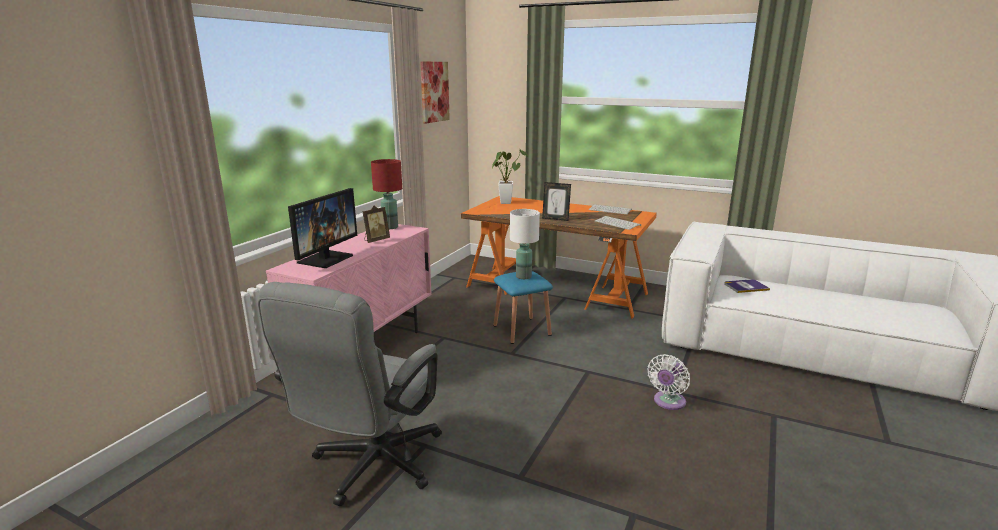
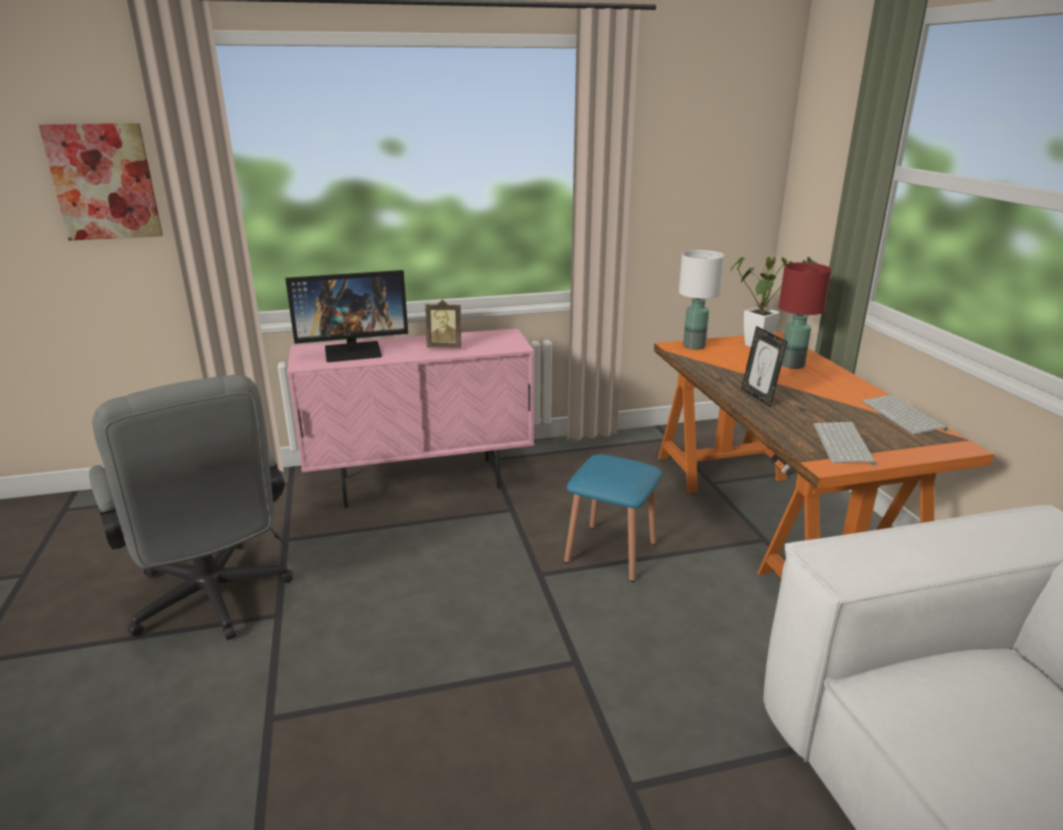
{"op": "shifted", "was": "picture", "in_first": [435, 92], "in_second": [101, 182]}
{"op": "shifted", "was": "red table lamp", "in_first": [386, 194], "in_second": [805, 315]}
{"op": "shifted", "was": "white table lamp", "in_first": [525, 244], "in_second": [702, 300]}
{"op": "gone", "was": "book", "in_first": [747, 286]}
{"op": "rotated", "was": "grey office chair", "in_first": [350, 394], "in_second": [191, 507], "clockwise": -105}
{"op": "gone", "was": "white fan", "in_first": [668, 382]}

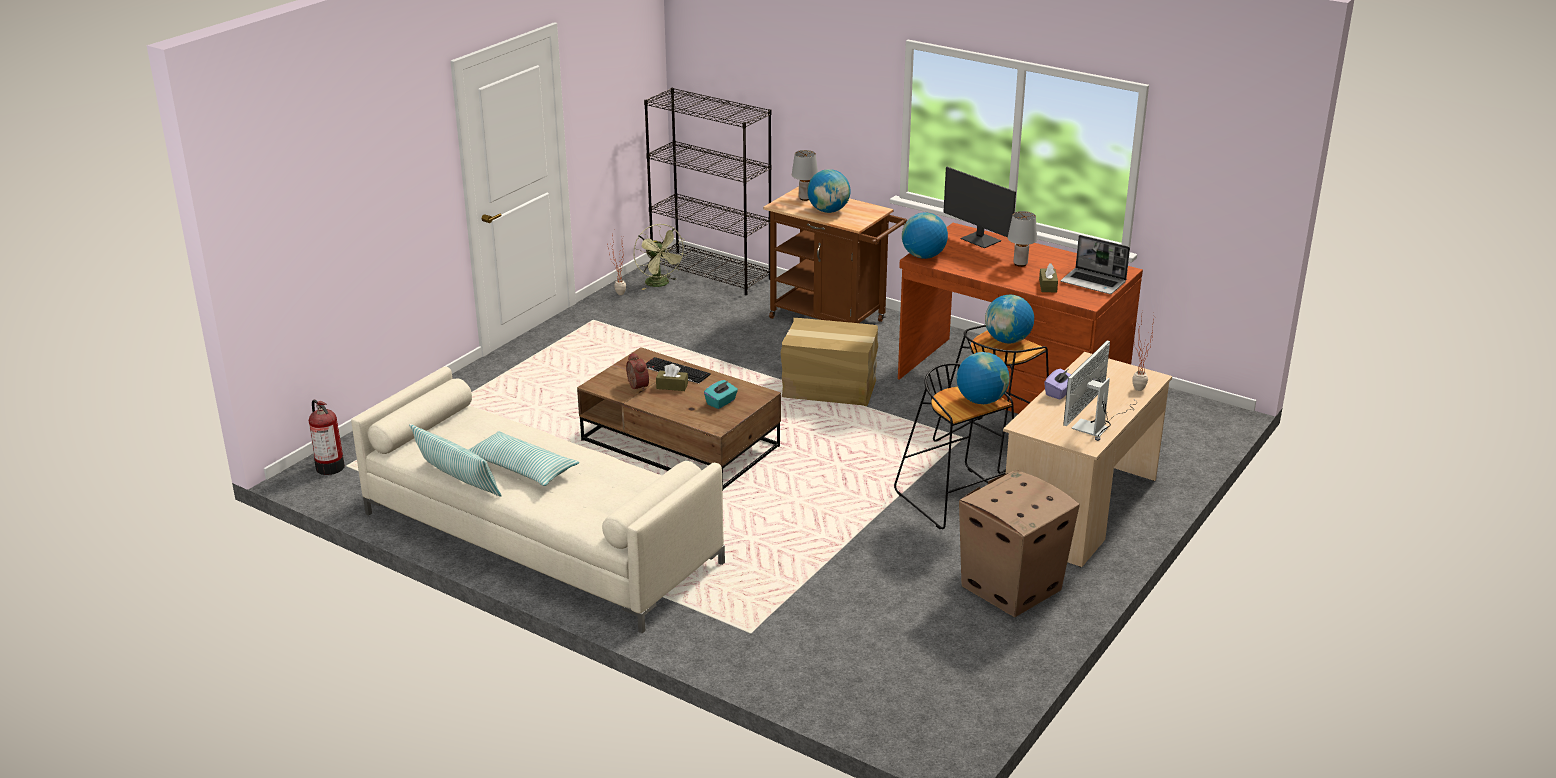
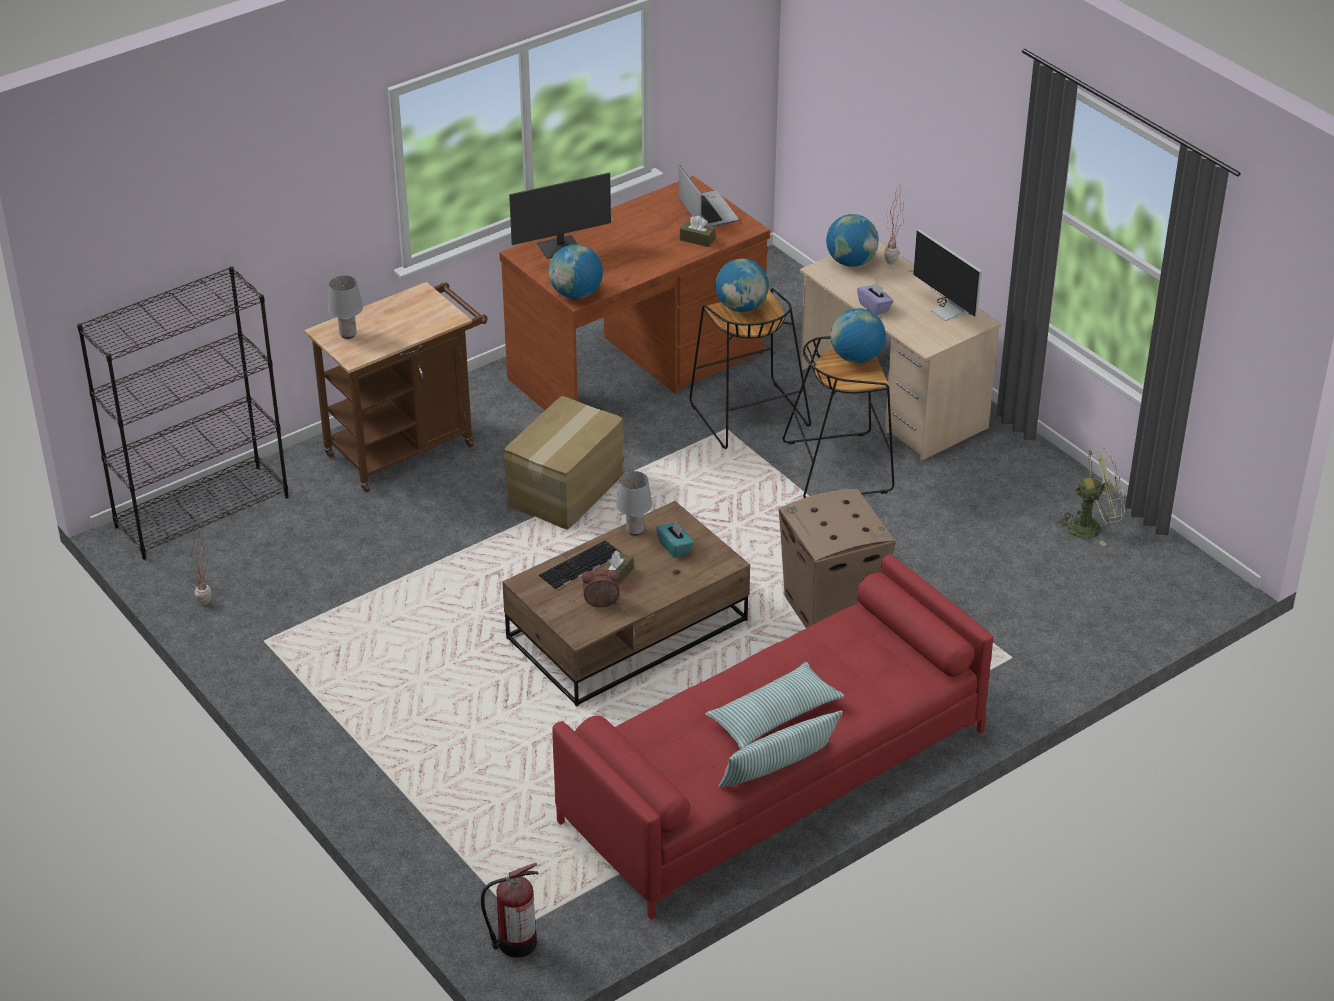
{"op": "shifted", "was": "globe", "in_first": [829, 191], "in_second": [852, 240]}
{"op": "shifted", "was": "grey table lamp", "in_first": [1022, 239], "in_second": [634, 503]}
{"op": "shifted", "was": "green fan", "in_first": [660, 257], "in_second": [1090, 497]}
{"op": "rotated", "was": "laptop", "in_first": [1095, 264], "in_second": [709, 196], "clockwise": -75}
{"op": "repainted", "was": "beige sofa", "now": "red sofa", "in_first": [538, 500], "in_second": [772, 737]}
{"op": "shifted", "was": "cardboard box", "in_first": [1019, 543], "in_second": [837, 558]}

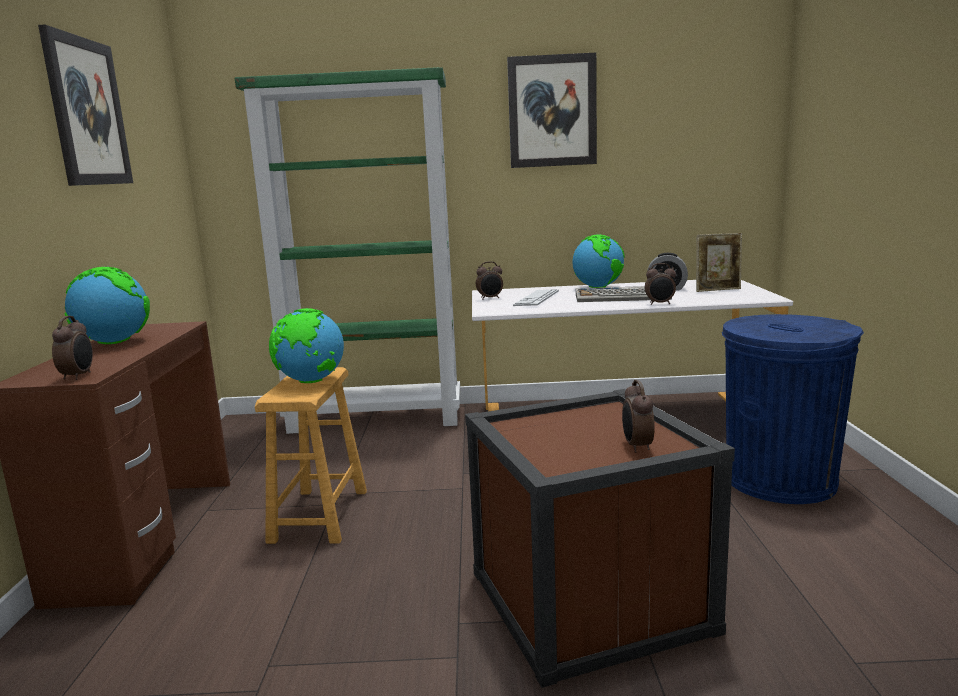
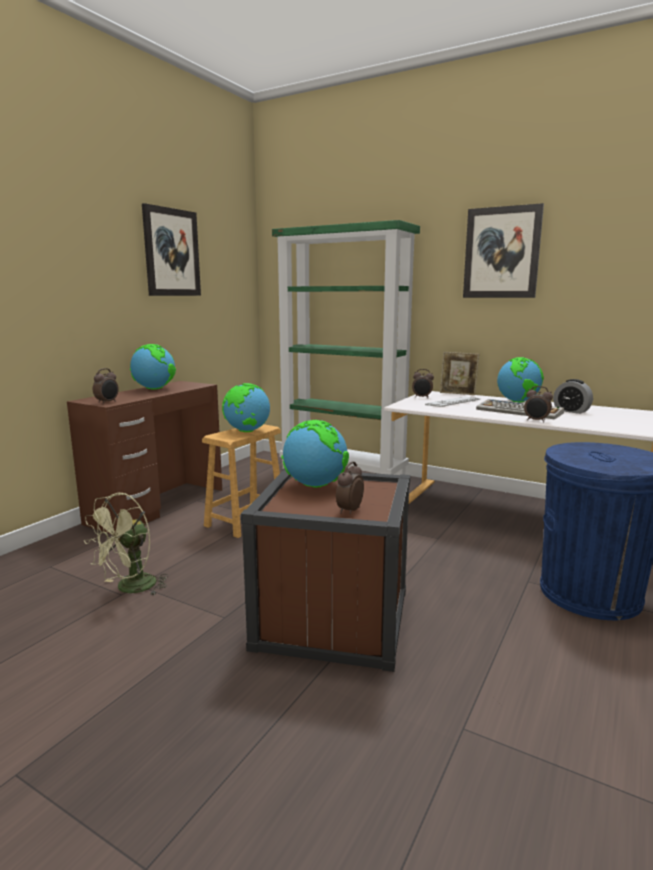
{"op": "shifted", "was": "picture frame", "in_first": [719, 262], "in_second": [459, 373]}
{"op": "new", "now": "globe", "in_second": [315, 454]}
{"op": "new", "now": "green fan", "in_second": [126, 544]}

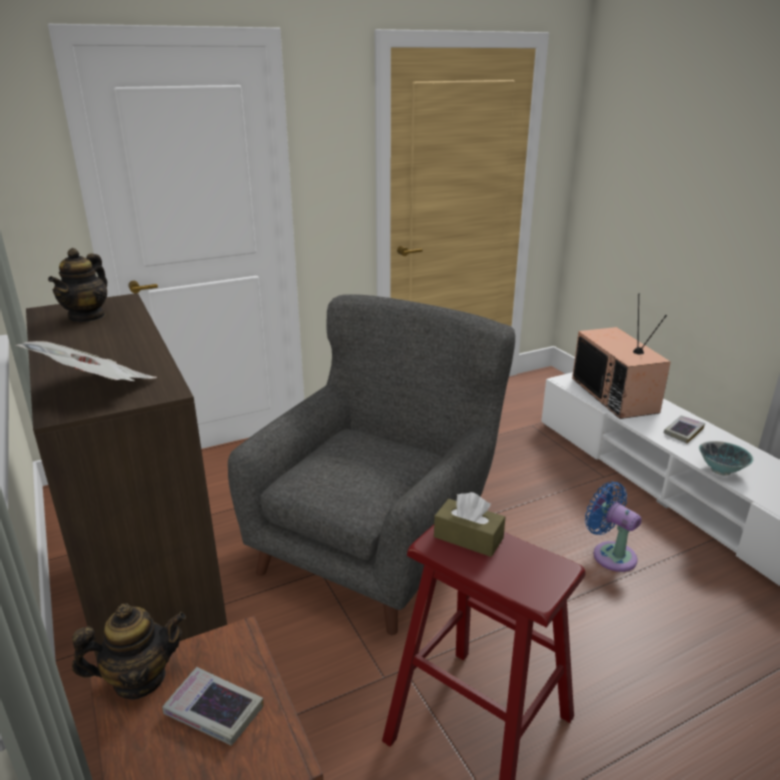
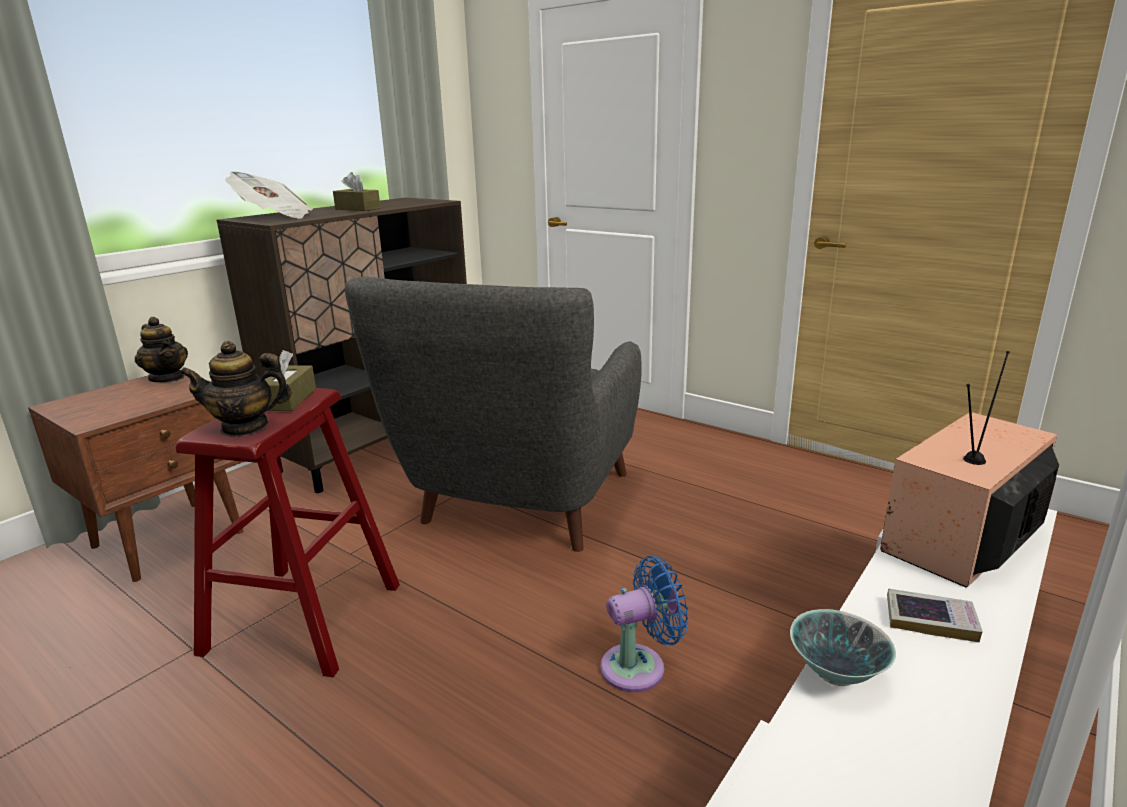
{"op": "shifted", "was": "teapot", "in_first": [77, 285], "in_second": [235, 389]}
{"op": "rotated", "was": "grey armchair", "in_first": [371, 464], "in_second": [493, 414], "clockwise": 105}
{"op": "rotated", "was": "blue fan", "in_first": [613, 527], "in_second": [644, 624], "clockwise": 45}
{"op": "gone", "was": "book", "in_first": [213, 706]}
{"op": "new", "now": "brown tissue box", "in_second": [356, 191]}

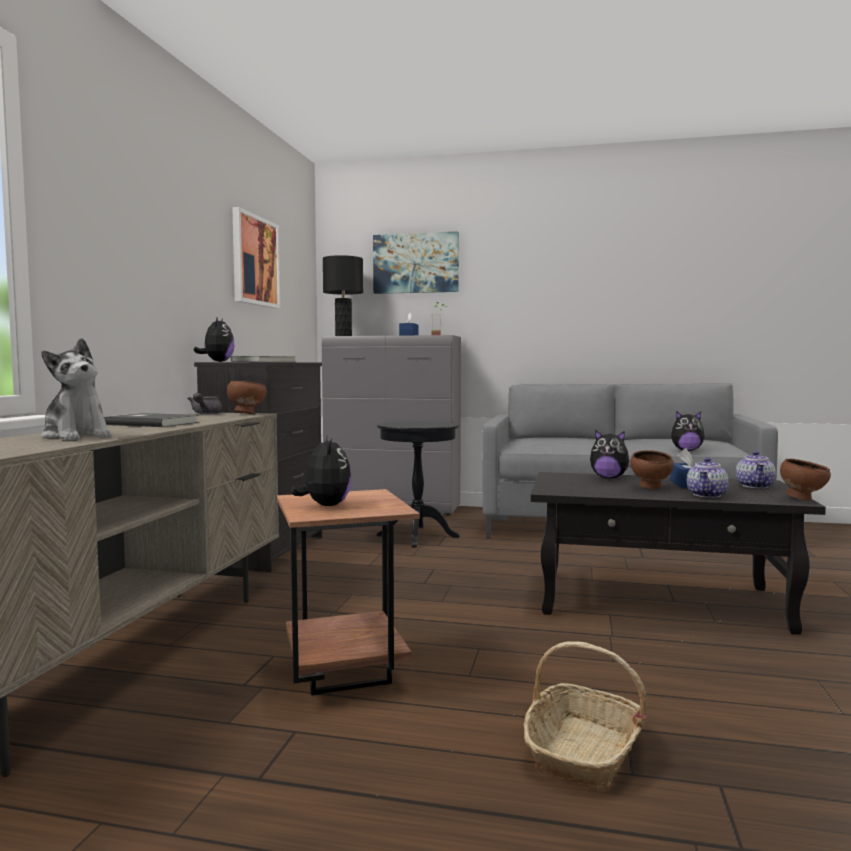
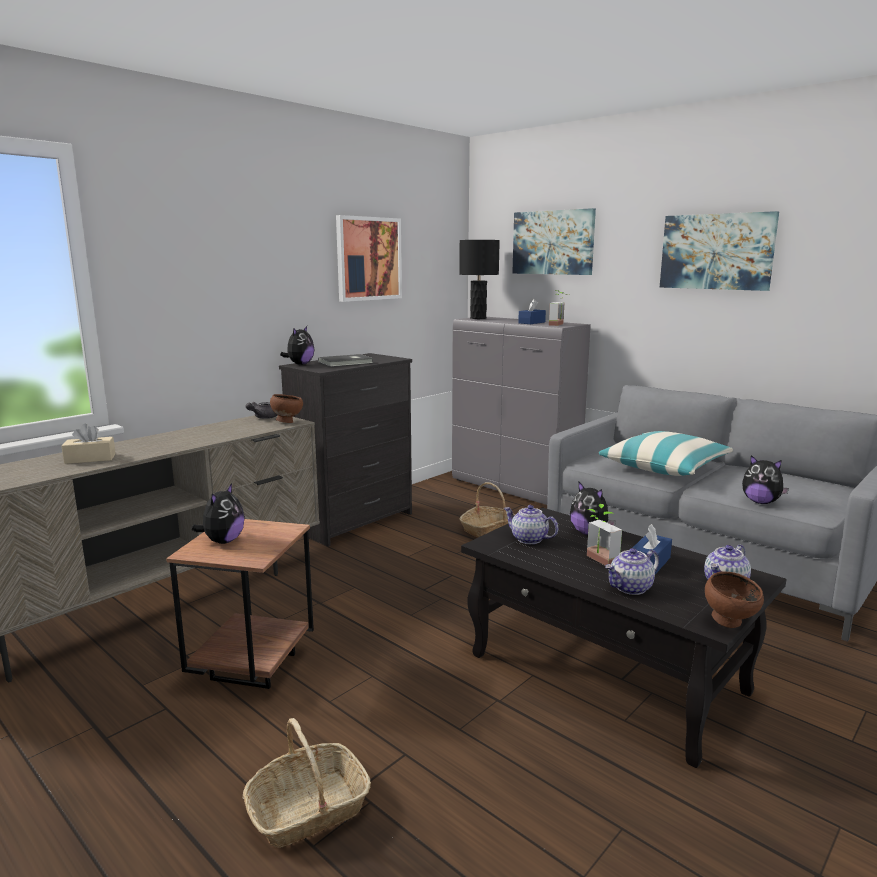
{"op": "swapped", "was": "plush toy", "now": "beige tissue box", "in_first": [76, 389], "in_second": [88, 444]}
{"op": "gone", "was": "grey book", "in_first": [151, 420]}
{"op": "swapped", "was": "black side table", "now": "basket", "in_first": [418, 484], "in_second": [488, 510]}
{"op": "swapped", "was": "brown bowl", "now": "potted plant", "in_first": [652, 469], "in_second": [604, 535]}
{"op": "new", "now": "picture", "in_second": [719, 251]}
{"op": "new", "now": "pillow", "in_second": [666, 453]}
{"op": "new", "now": "teapot", "in_second": [531, 524]}

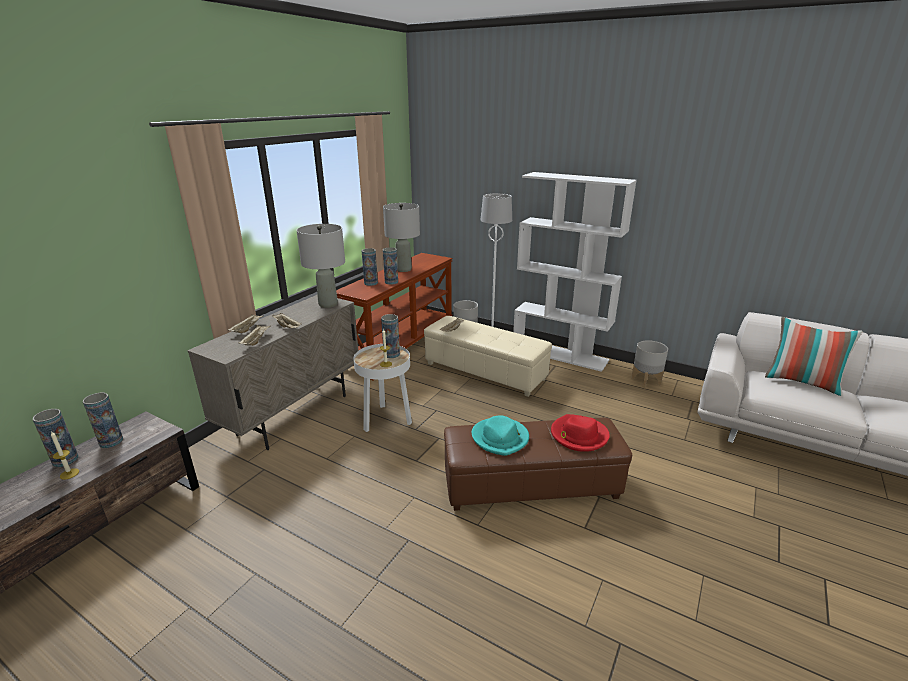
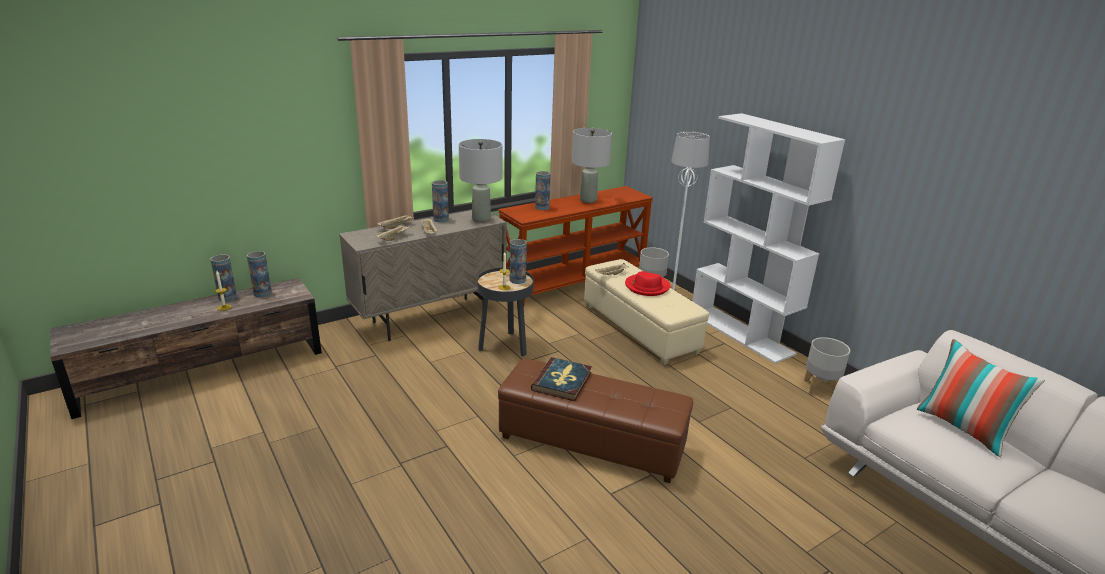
{"op": "shifted", "was": "vase", "in_first": [390, 266], "in_second": [440, 201]}
{"op": "repainted", "was": "white side table", "now": "black side table", "in_first": [382, 388], "in_second": [505, 312]}
{"op": "shifted", "was": "red hat", "in_first": [580, 433], "in_second": [648, 283]}
{"op": "swapped", "was": "turquoise hat", "now": "book", "in_first": [500, 436], "in_second": [561, 379]}

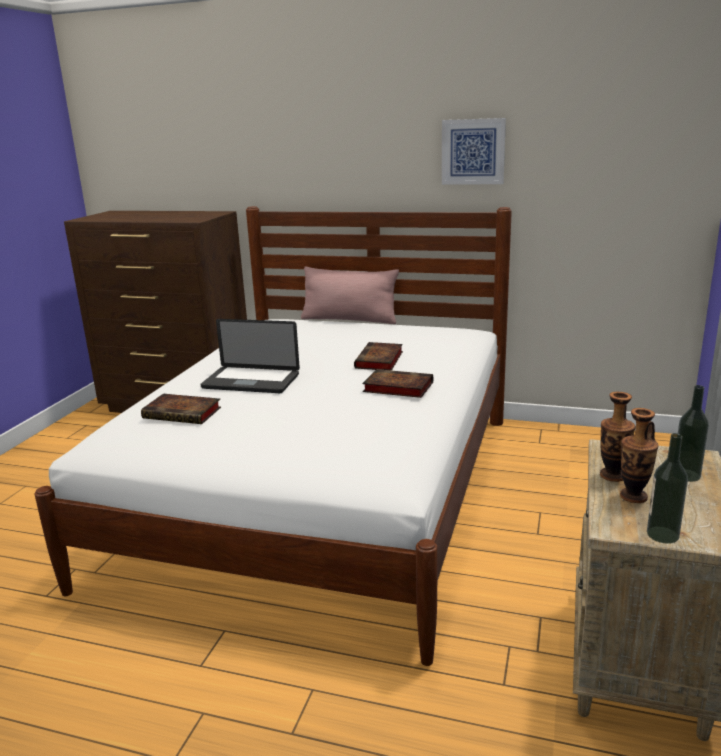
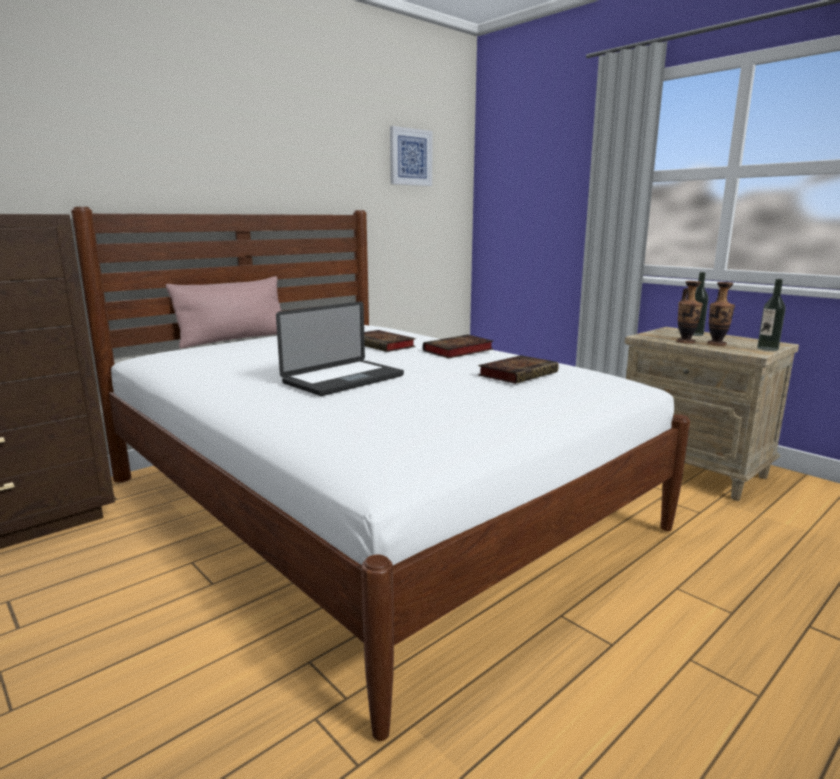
{"op": "shifted", "was": "picture", "in_first": [474, 151], "in_second": [411, 156]}
{"op": "shifted", "was": "book", "in_first": [181, 408], "in_second": [518, 369]}

